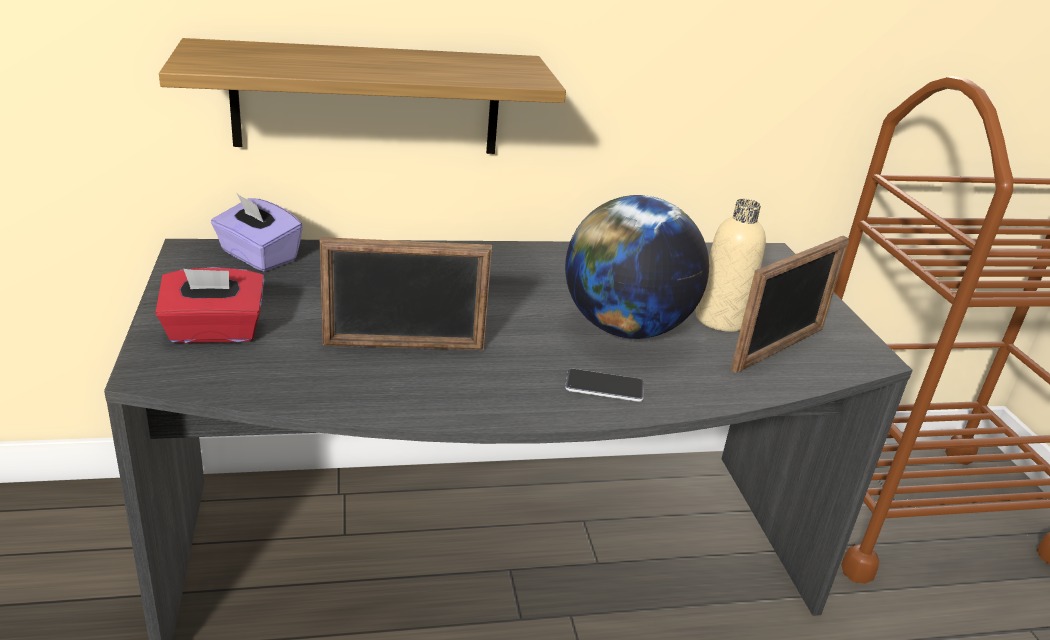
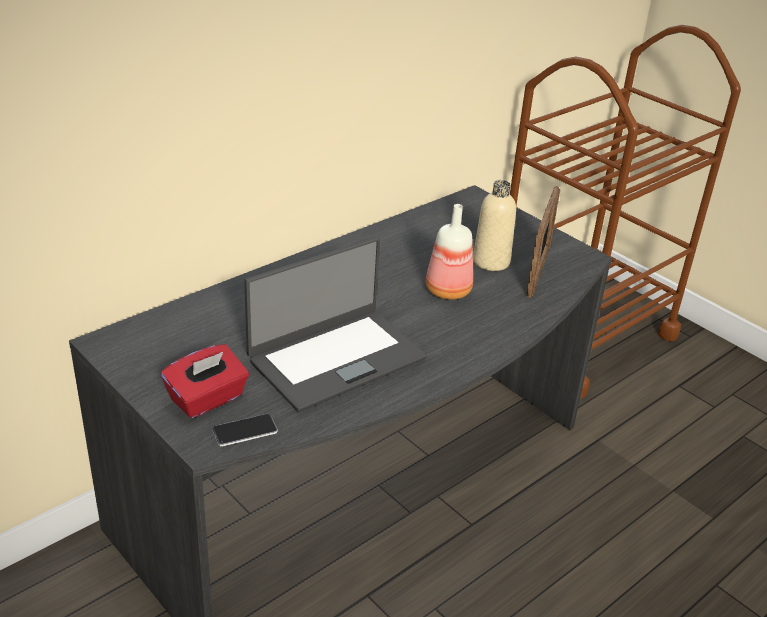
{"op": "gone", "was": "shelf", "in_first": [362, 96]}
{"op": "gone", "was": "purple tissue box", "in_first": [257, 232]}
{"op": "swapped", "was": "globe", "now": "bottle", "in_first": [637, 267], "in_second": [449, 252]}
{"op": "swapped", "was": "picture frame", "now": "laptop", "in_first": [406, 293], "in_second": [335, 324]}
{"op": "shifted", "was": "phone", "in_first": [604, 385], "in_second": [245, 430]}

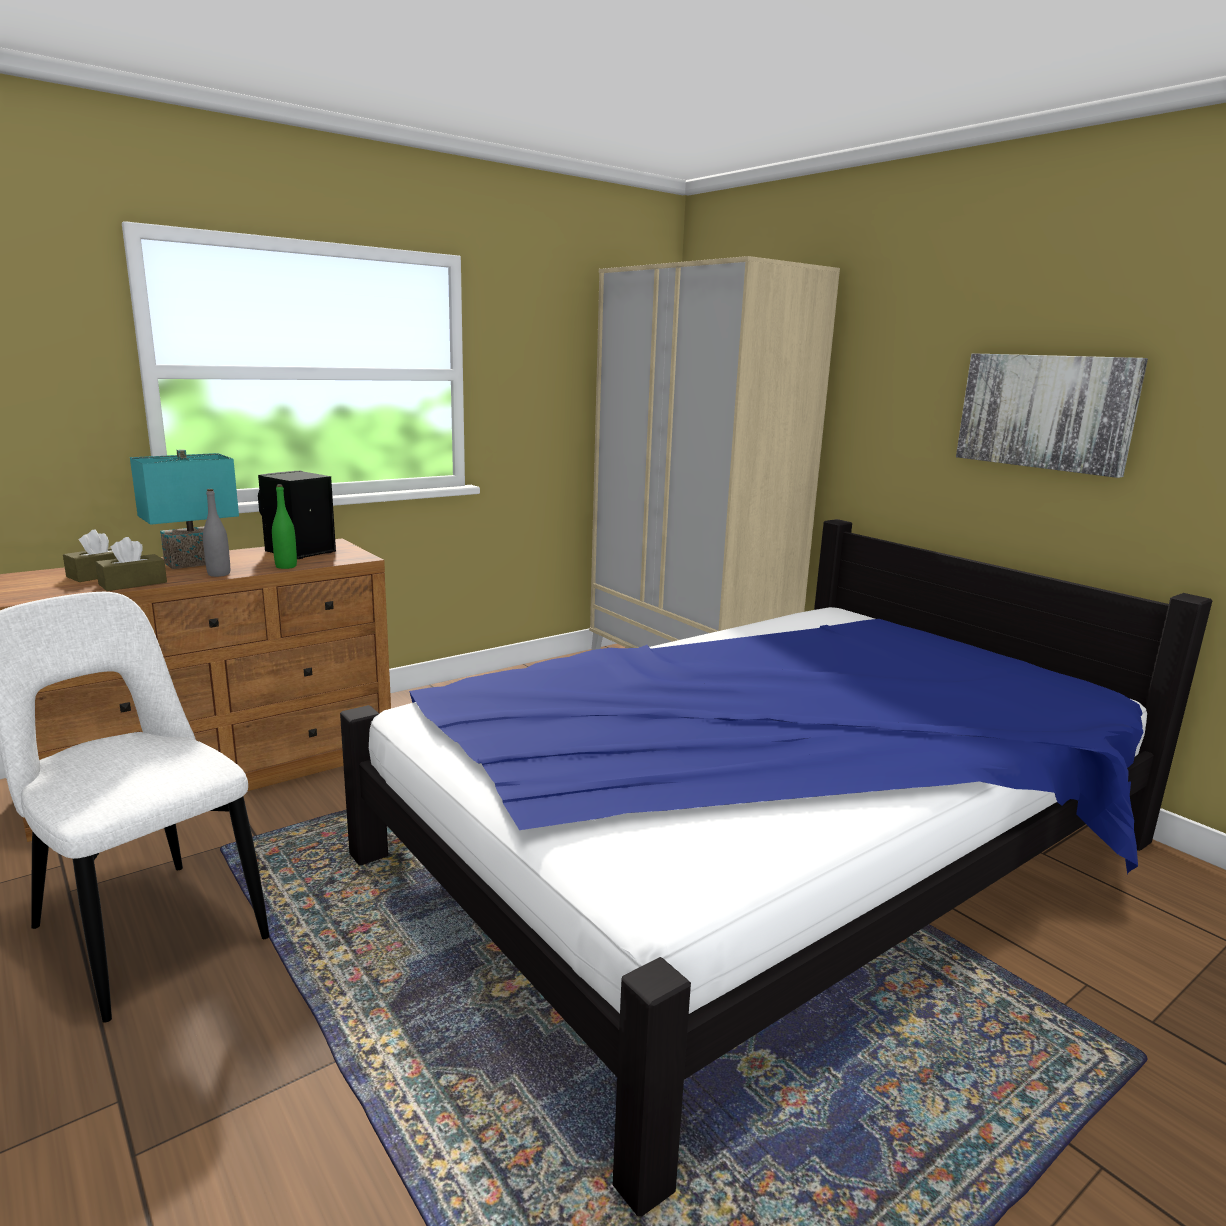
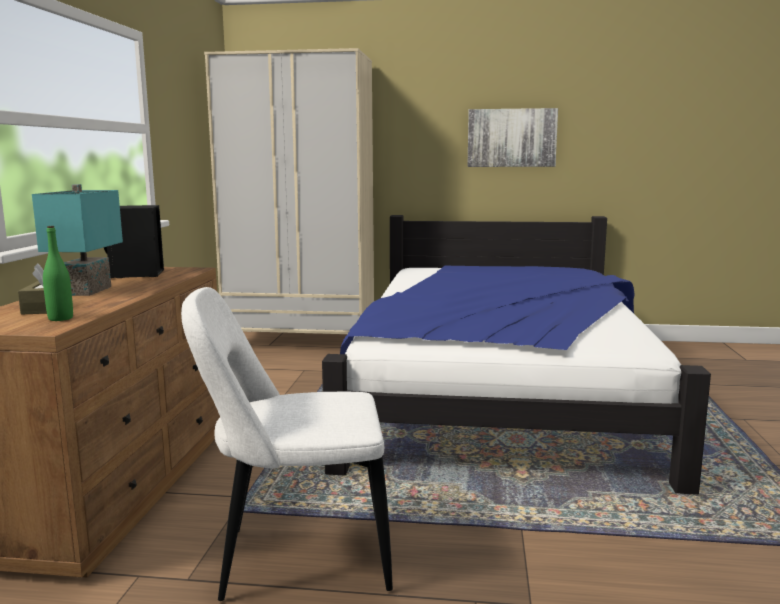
{"op": "shifted", "was": "green bottle", "in_first": [284, 527], "in_second": [58, 273]}
{"op": "gone", "was": "grey bottle", "in_first": [216, 533]}
{"op": "gone", "was": "brown tissue box", "in_first": [131, 564]}

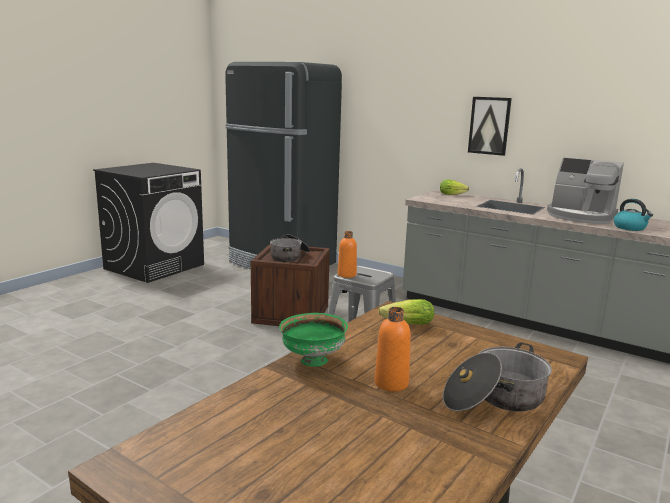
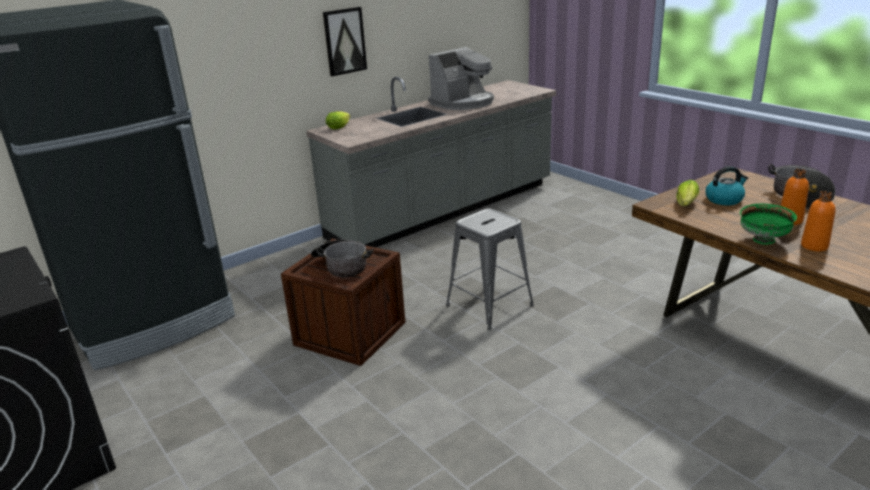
{"op": "shifted", "was": "kettle", "in_first": [633, 215], "in_second": [726, 185]}
{"op": "shifted", "was": "orange bottle", "in_first": [347, 254], "in_second": [818, 221]}

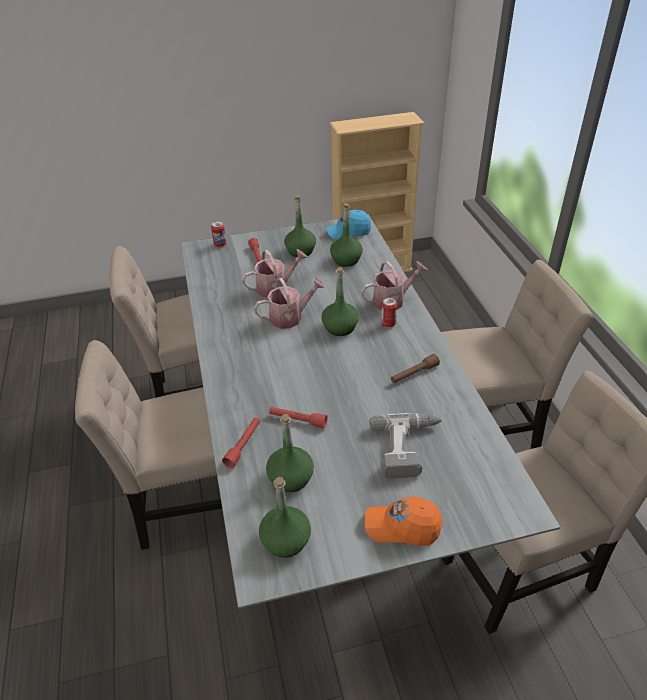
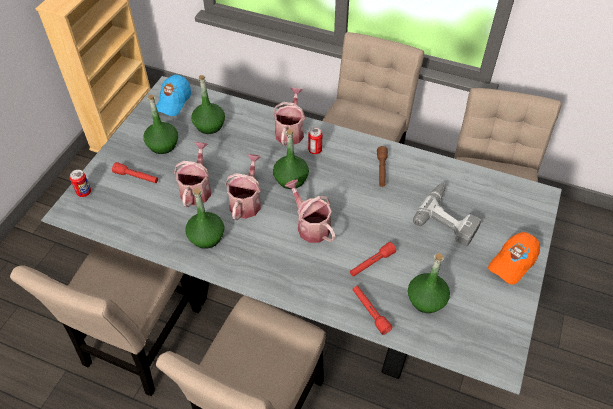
{"op": "shifted", "was": "green bottle", "in_first": [285, 517], "in_second": [204, 218]}
{"op": "new", "now": "watering can", "in_second": [310, 211]}

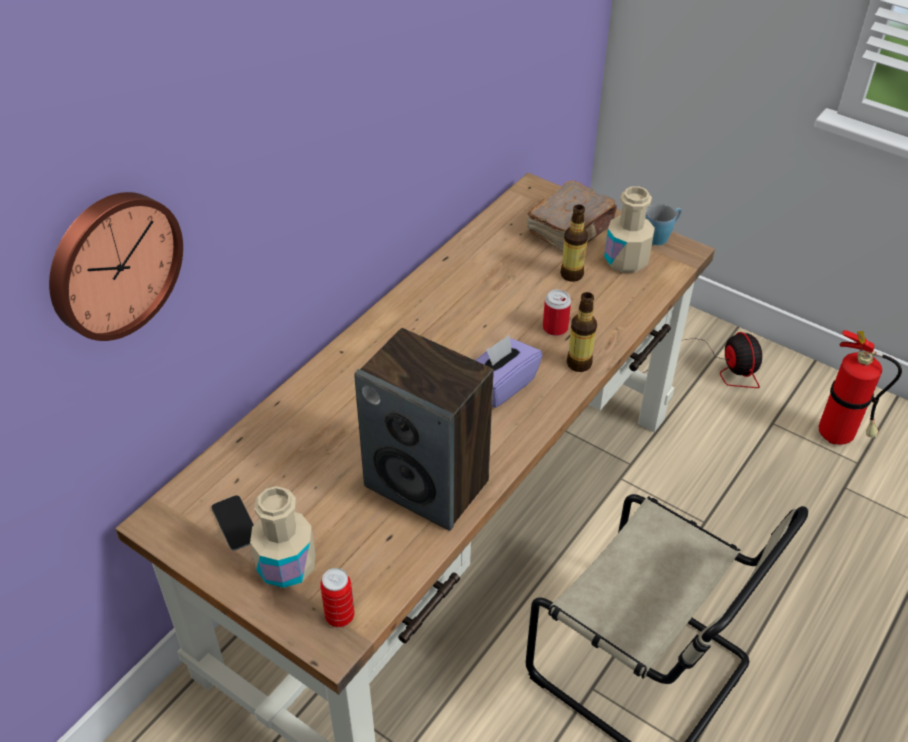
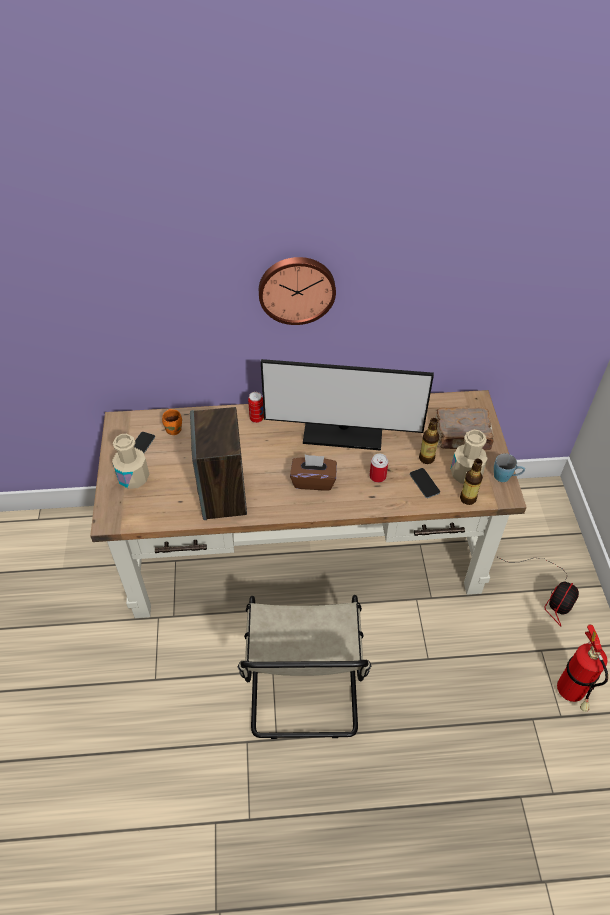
{"op": "shifted", "was": "wall clock", "in_first": [116, 266], "in_second": [297, 291]}
{"op": "shifted", "was": "bottle", "in_first": [582, 332], "in_second": [471, 482]}
{"op": "repainted", "was": "purple tissue box", "now": "brown tissue box", "in_first": [508, 371], "in_second": [313, 472]}
{"op": "shifted", "was": "can", "in_first": [337, 598], "in_second": [256, 407]}
{"op": "new", "now": "monitor", "in_second": [347, 405]}
{"op": "new", "now": "orange mug", "in_second": [172, 422]}
{"op": "new", "now": "phone", "in_second": [425, 483]}

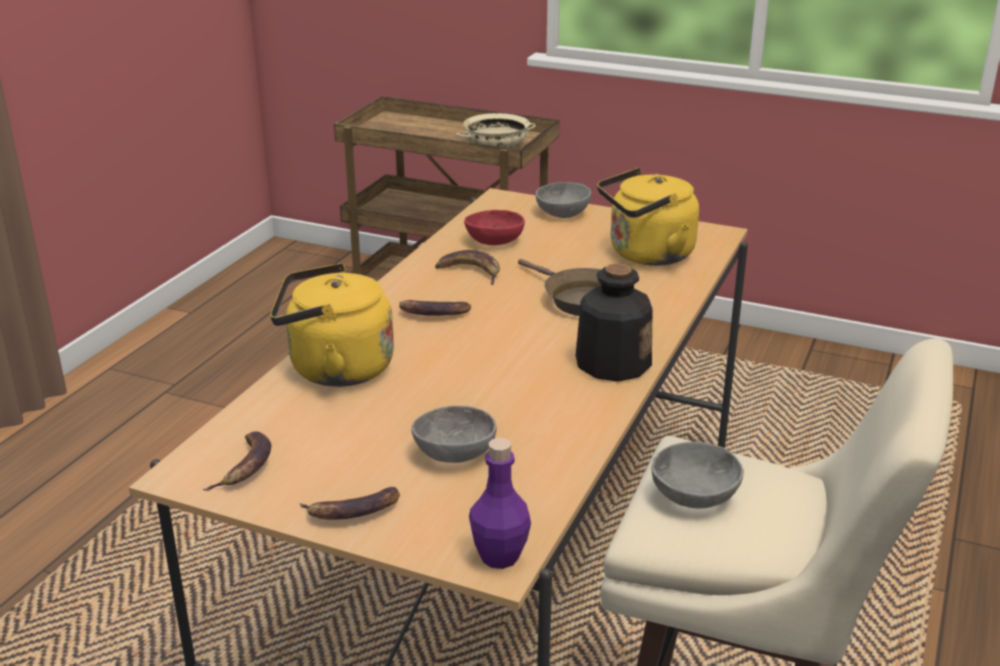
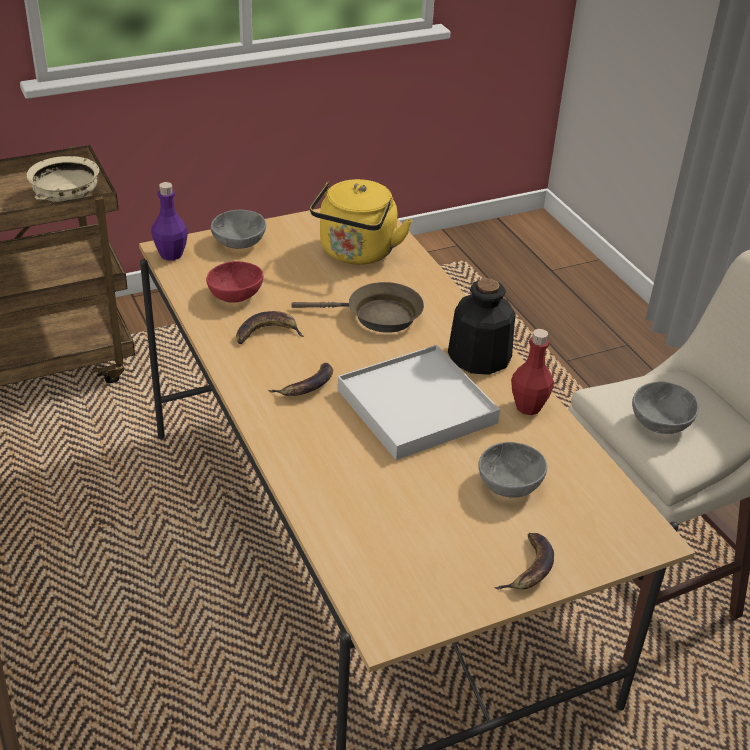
{"op": "gone", "was": "yellow kettle", "in_first": [332, 325]}
{"op": "gone", "was": "banana", "in_first": [237, 461]}
{"op": "shifted", "was": "purple bottle", "in_first": [500, 503], "in_second": [169, 221]}
{"op": "new", "now": "red bottle", "in_second": [532, 372]}
{"op": "new", "now": "white tray", "in_second": [418, 402]}

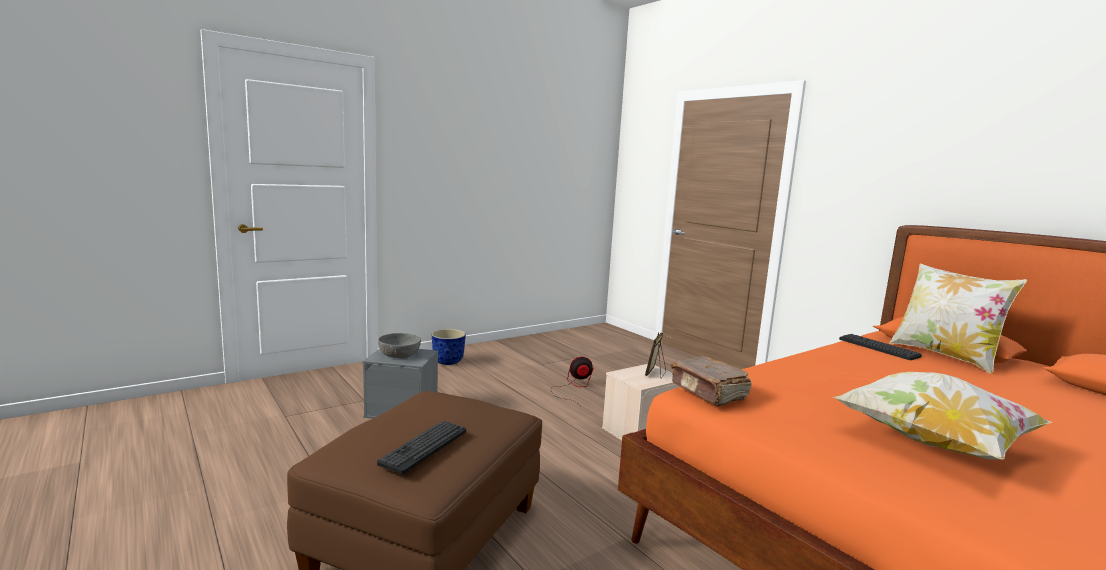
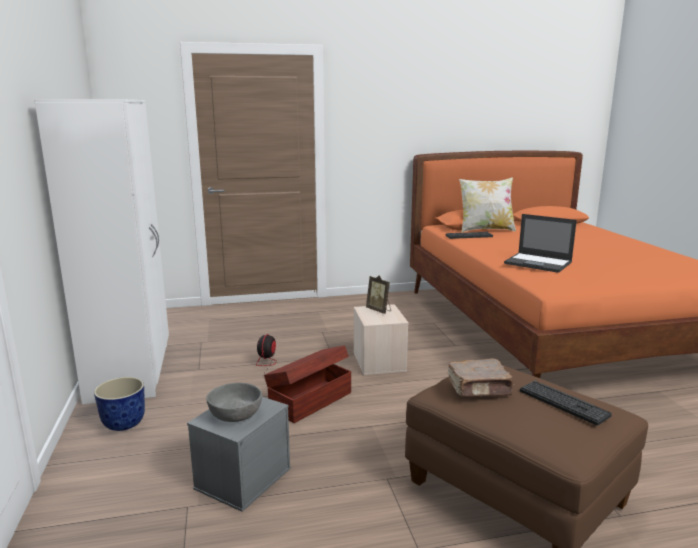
{"op": "shifted", "was": "brown book", "in_first": [711, 381], "in_second": [481, 377]}
{"op": "gone", "was": "pillow", "in_first": [943, 416]}
{"op": "new", "now": "white wardrobe", "in_second": [101, 251]}
{"op": "new", "now": "laptop", "in_second": [540, 243]}
{"op": "new", "now": "brown storage box", "in_second": [307, 384]}

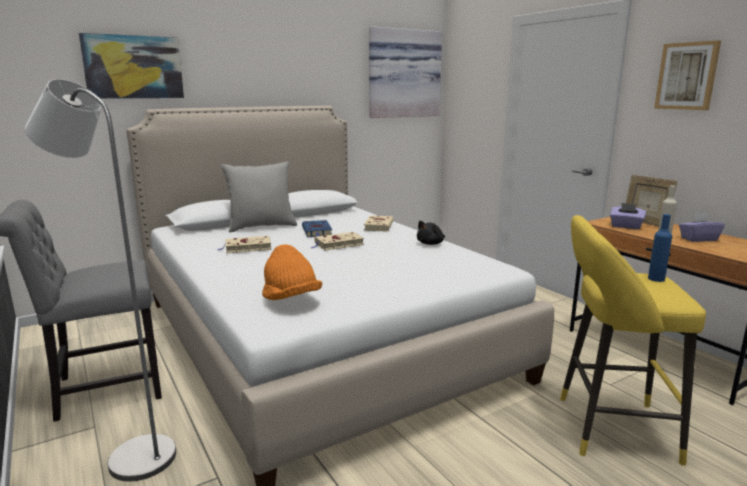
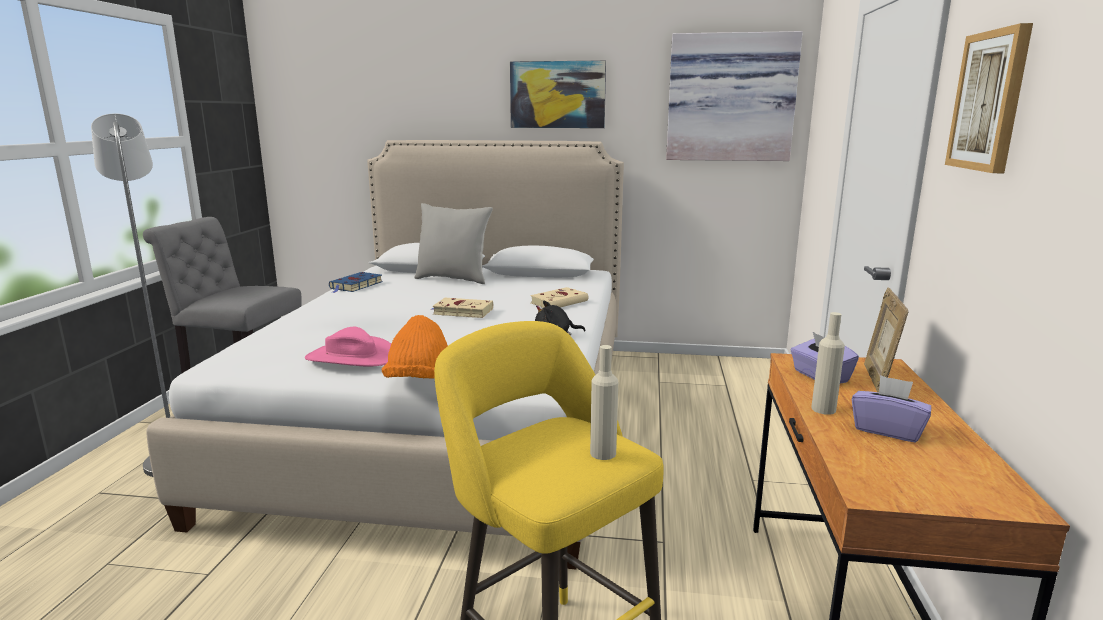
{"op": "shifted", "was": "picture", "in_first": [131, 66], "in_second": [558, 94]}
{"op": "repainted", "was": "blue bottle", "now": "beige bottle", "in_first": [660, 248], "in_second": [604, 402]}
{"op": "shifted", "was": "blue book", "in_first": [317, 228], "in_second": [356, 282]}
{"op": "gone", "was": "beige book", "in_first": [244, 244]}
{"op": "shifted", "was": "orange hat", "in_first": [292, 272], "in_second": [415, 347]}
{"op": "new", "now": "pink hat", "in_second": [348, 346]}

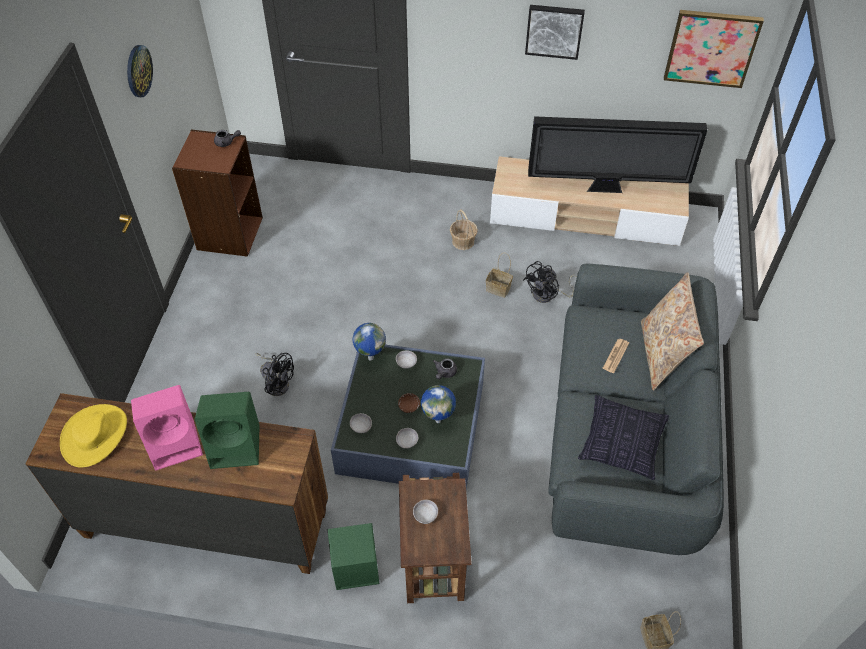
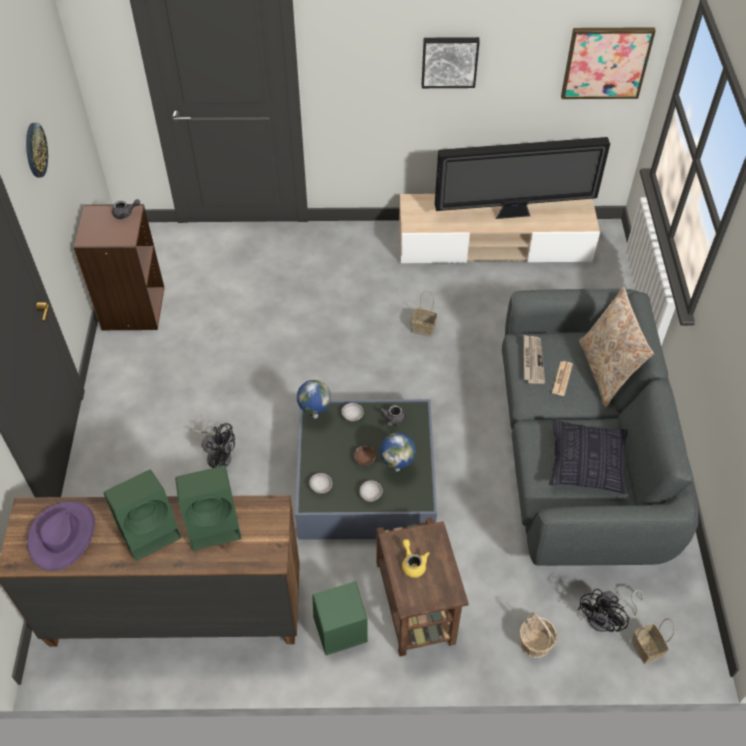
{"op": "shifted", "was": "basket", "in_first": [464, 230], "in_second": [538, 635]}
{"op": "shifted", "was": "black fan", "in_first": [550, 282], "in_second": [610, 610]}
{"op": "repainted", "was": "pink speaker", "now": "green speaker", "in_first": [167, 427], "in_second": [142, 515]}
{"op": "repainted", "was": "yellow hat", "now": "purple hat", "in_first": [93, 435], "in_second": [61, 536]}
{"op": "swapped", "was": "grey bowl", "now": "yellow teapot", "in_first": [425, 512], "in_second": [415, 558]}
{"op": "new", "now": "newspaper", "in_second": [534, 359]}

